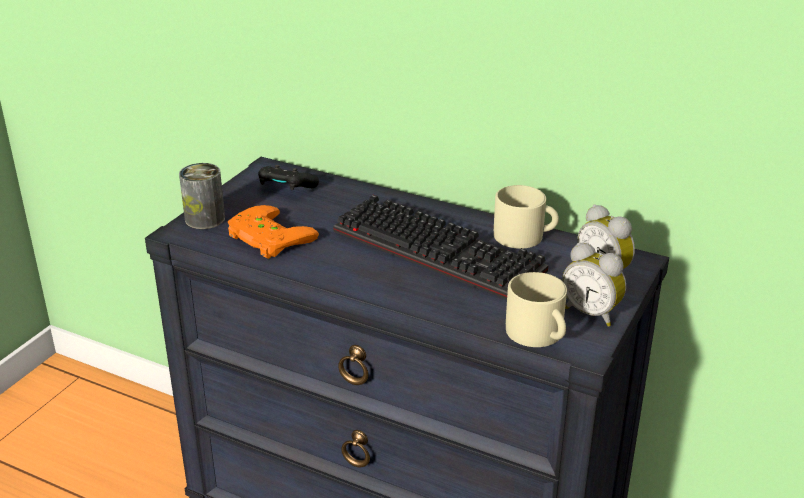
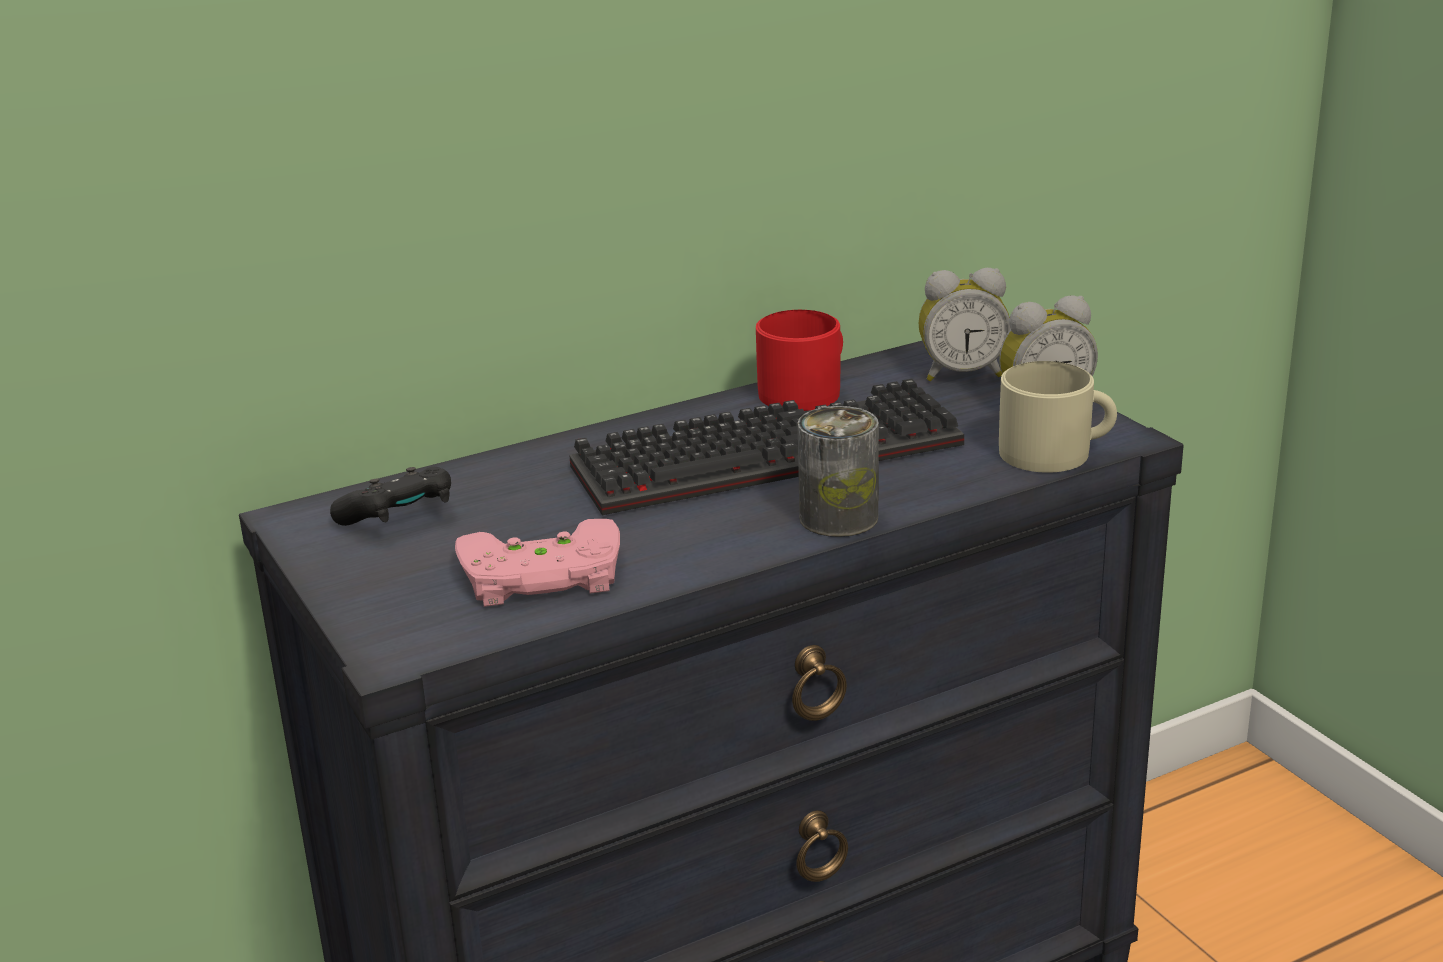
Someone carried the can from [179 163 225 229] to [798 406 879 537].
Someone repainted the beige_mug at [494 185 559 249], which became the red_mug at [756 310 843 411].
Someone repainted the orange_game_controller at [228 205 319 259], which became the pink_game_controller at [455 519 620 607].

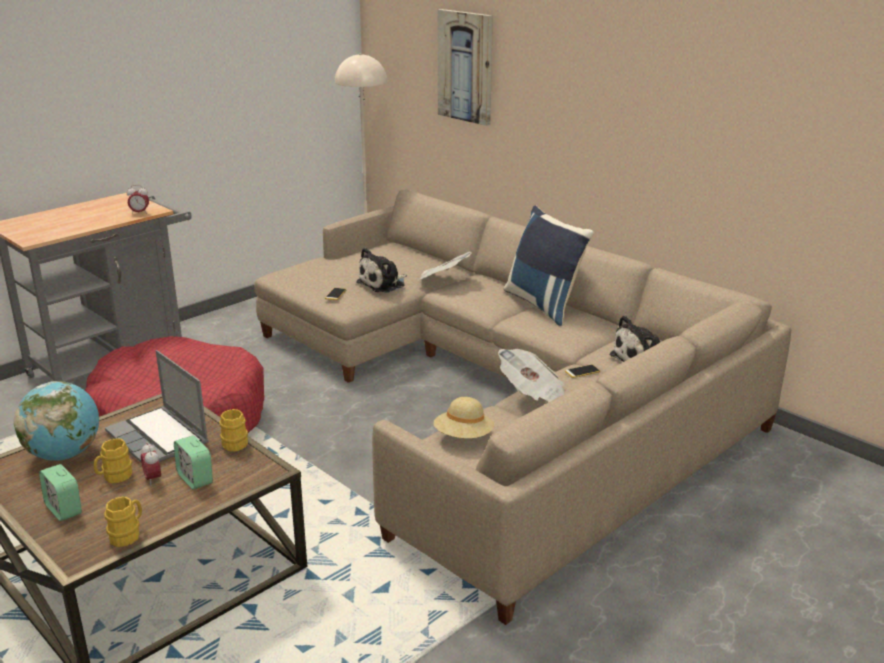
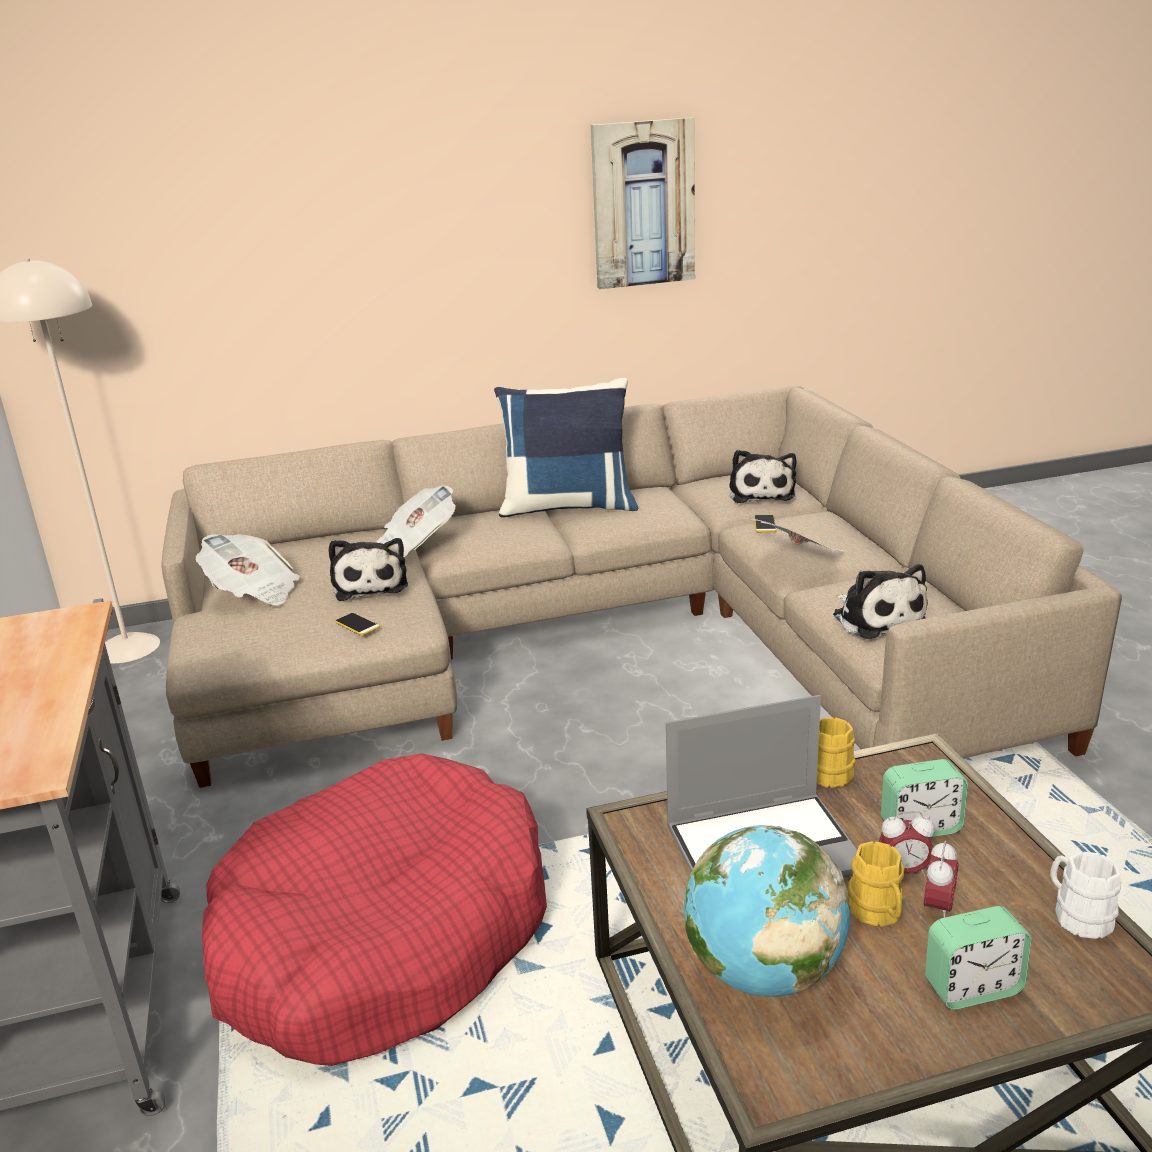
Someone carried the picture from [438 9 493 126] to [591 117 695 289].
Someone carried the alarm_clock from [127 185 149 214] to [924 840 959 918].
Someone swapped the beige_hat at [433 397 494 439] for the plush_toy at [833 564 928 639].
Someone repainted the yellow_mug at [104 497 142 547], which became the white_mug at [1051 852 1121 939].
Someone put down the newspaper at [196 534 300 605].

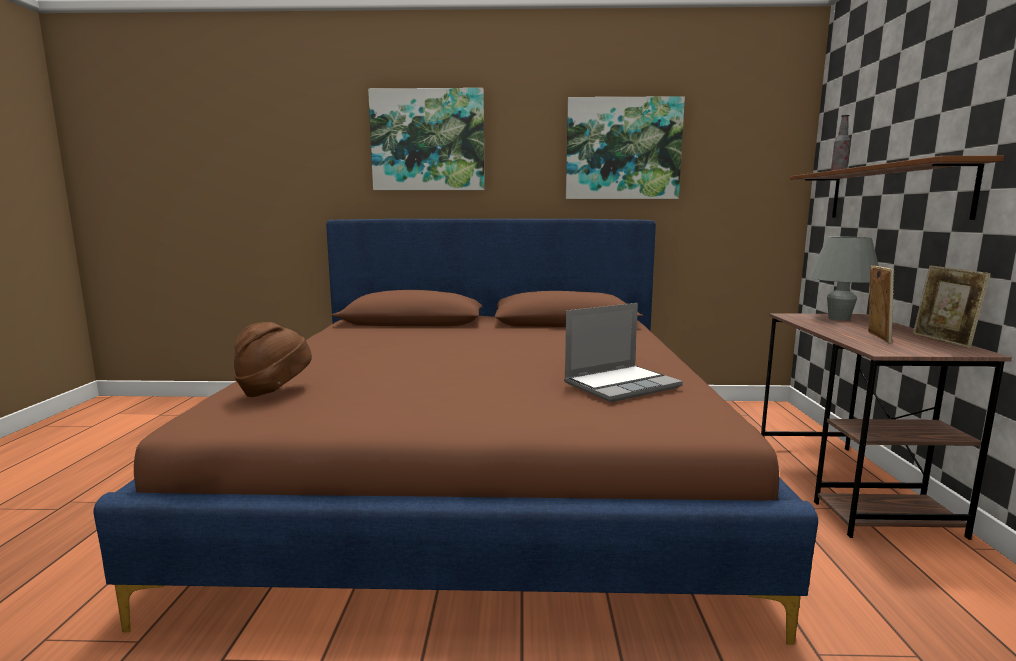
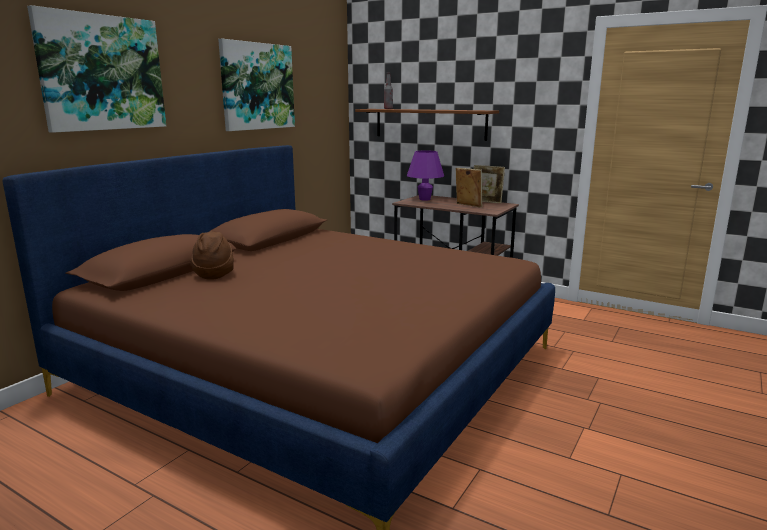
Someone repainted the grey_table_lamp at [808 237 879 321], which became the purple_table_lamp at [407 151 444 201].
Someone took away the laptop at [564 303 683 402].
Someone carried the brown_hat from [234 322 312 397] to [190 231 234 280].

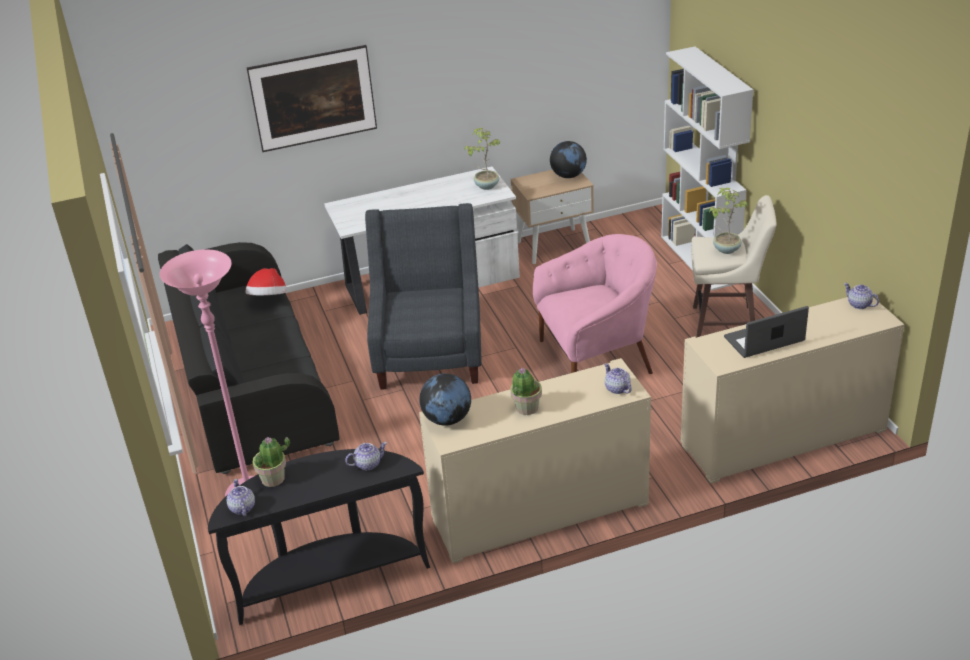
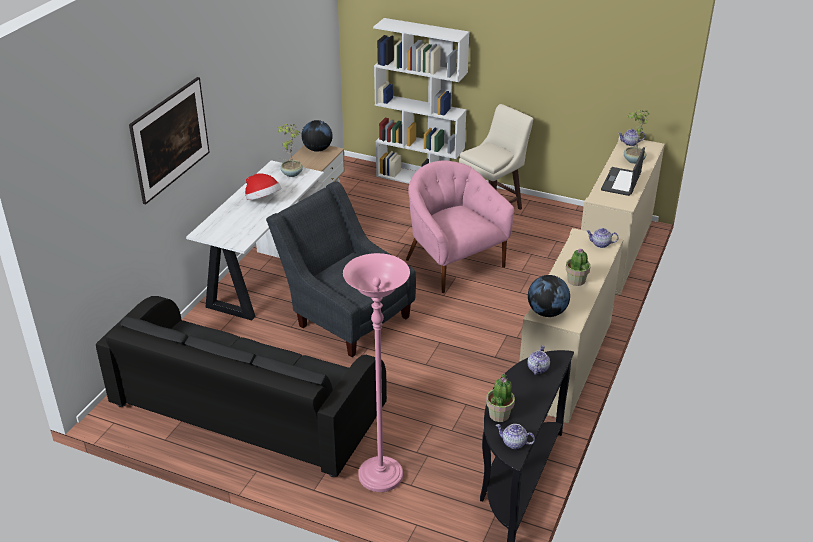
Someone carried the potted_plant from [709 188 748 254] to [624 110 650 164].
Someone rotated the pink_armchair at [533 234 657 374] by 60 degrees counterclockwise.
Someone carried the hat from [246 268 287 295] to [245 173 281 200].

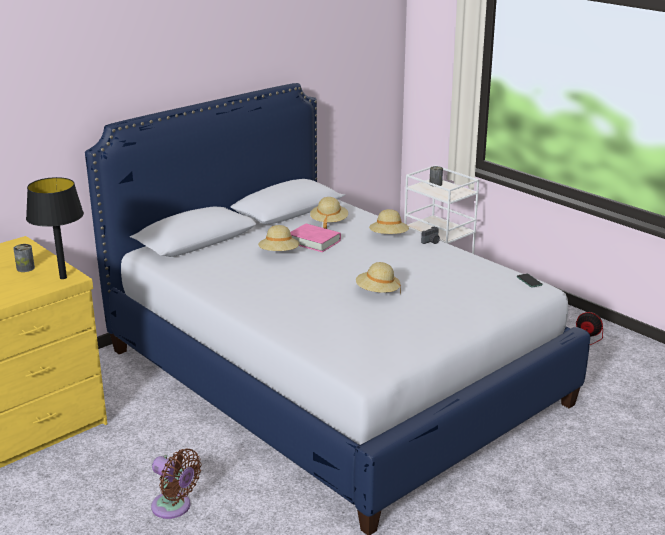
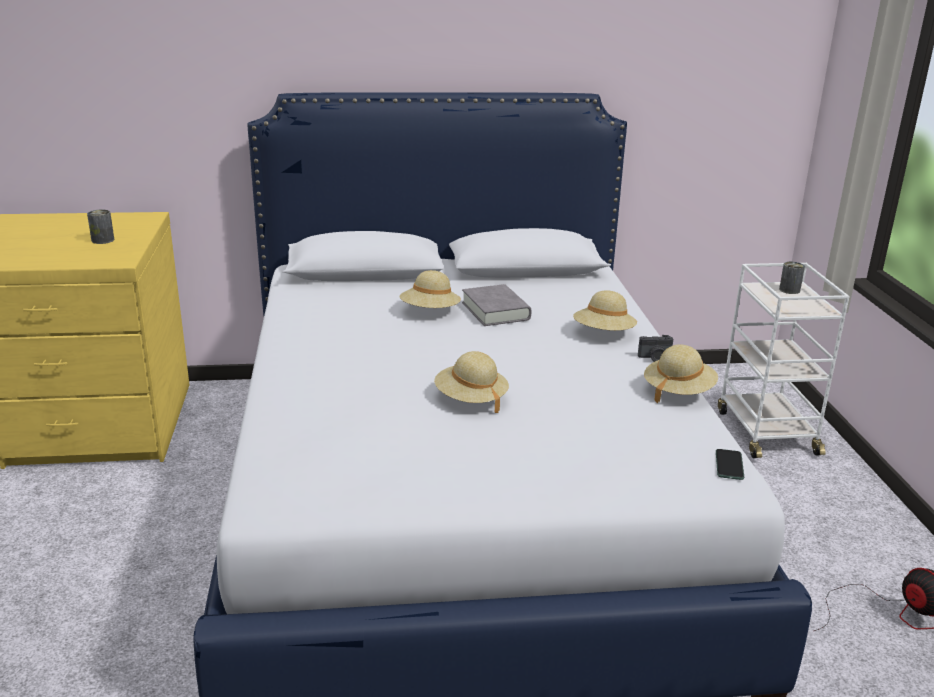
Someone took away the black_table_lamp at [26 177 84 279].
Someone carried the beige_hat from [310 197 348 229] to [644 344 718 403].
Someone repainted the pink_book at [290 224 341 252], which became the grey_book at [462 284 532 326].
Someone took away the brown_fan at [151 448 202 519].

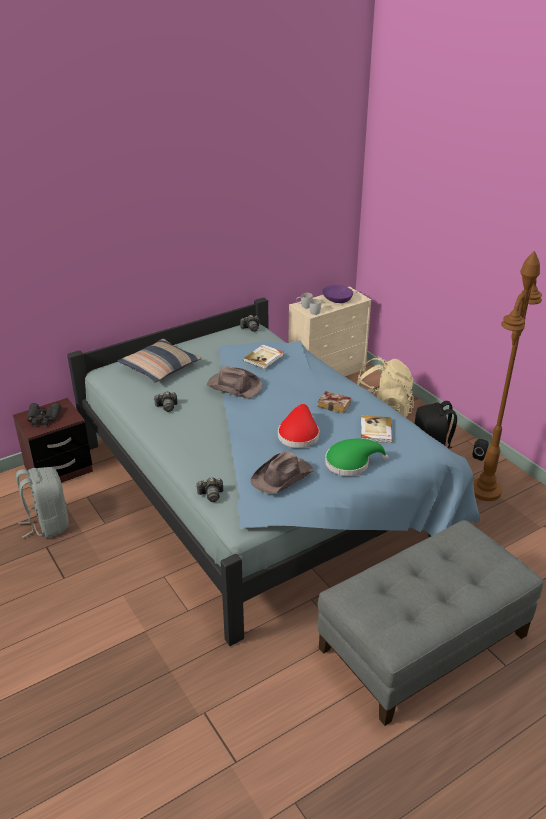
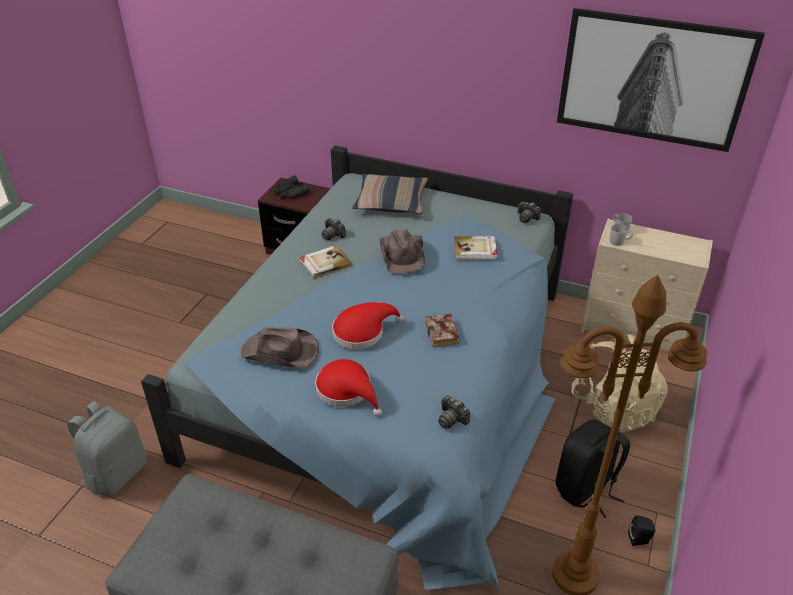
Someone took away the purple_bowl at [322 285 353 303].
Someone carried the book from [361 416 393 443] to [300 245 351 278].
Someone repainted the green_hat at [325 439 388 476], which became the red_hat at [315 359 382 416].
Someone carried the grey_backpack from [16 467 69 538] to [67 401 147 496].
Someone carried the photo_camera from [196 477 223 502] to [438 395 470 429].
Someone put up the picture at [557 8 765 152].

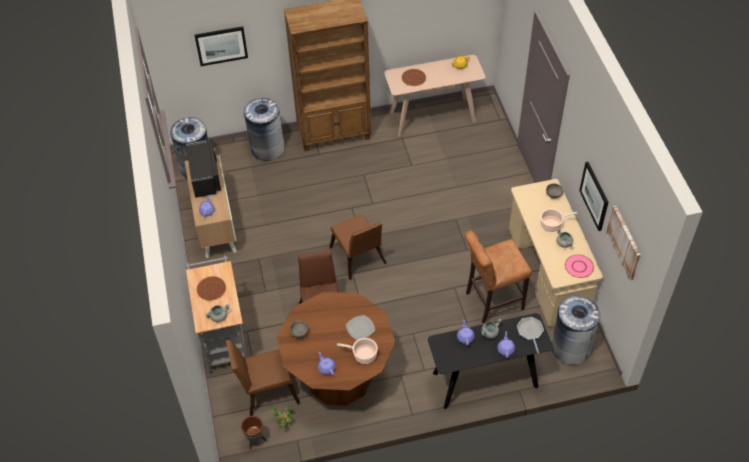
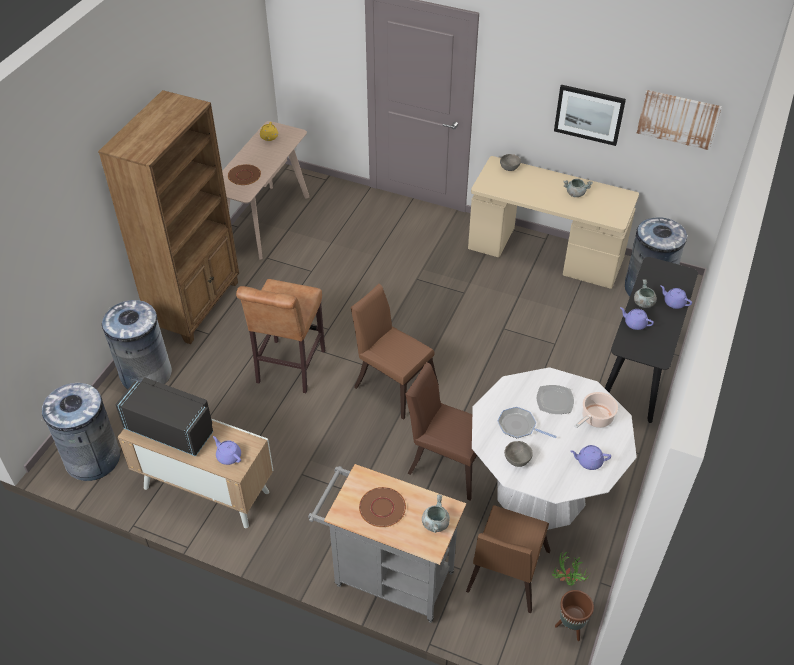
Someone took away the picture at [195 26 248 66].
Someone took away the cooking_pot at [540 209 577 232].
Someone rotated the brown_chair at [329 214 387 280] by 150 degrees counterclockwise.
Someone carried the brown_stool from [465 231 532 323] to [236 279 325 393].
Someone took away the pink_plate at [565 255 594 278].
Someone repainted the brown_dining_table at [277 292 395 406], which became the white_dining_table at [472 367 637 530].
Someone carried the frying_pan from [517 317 544 353] to [498 407 557 438].

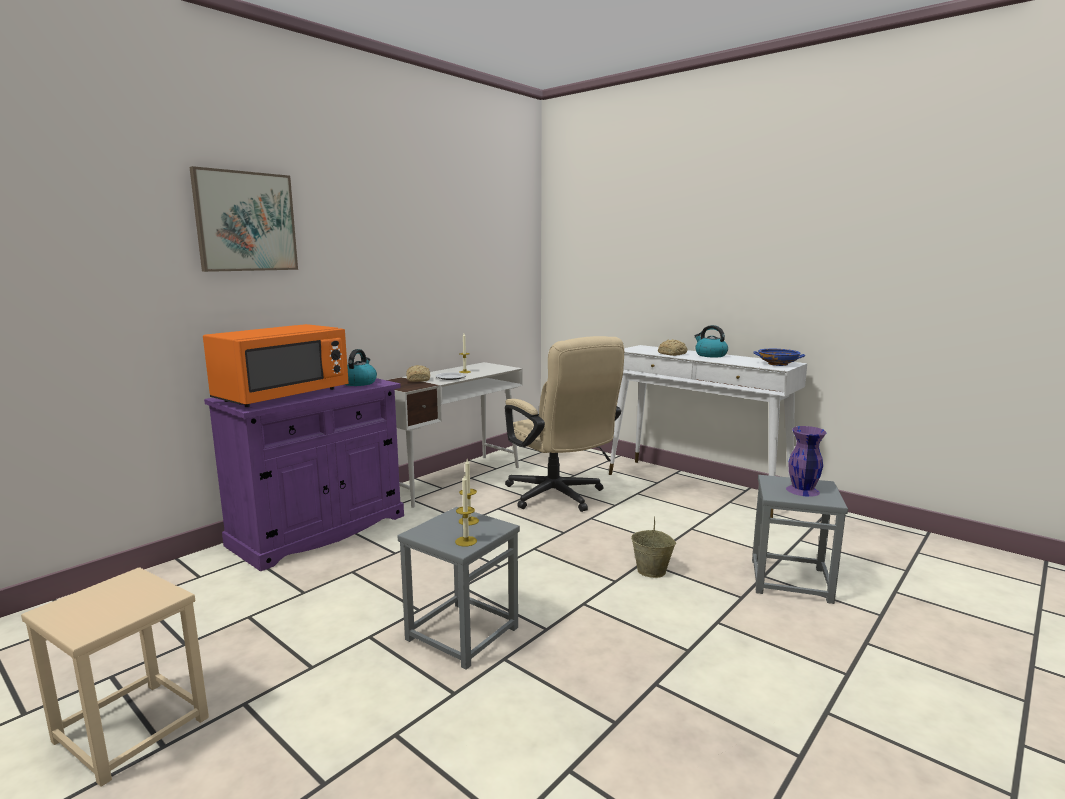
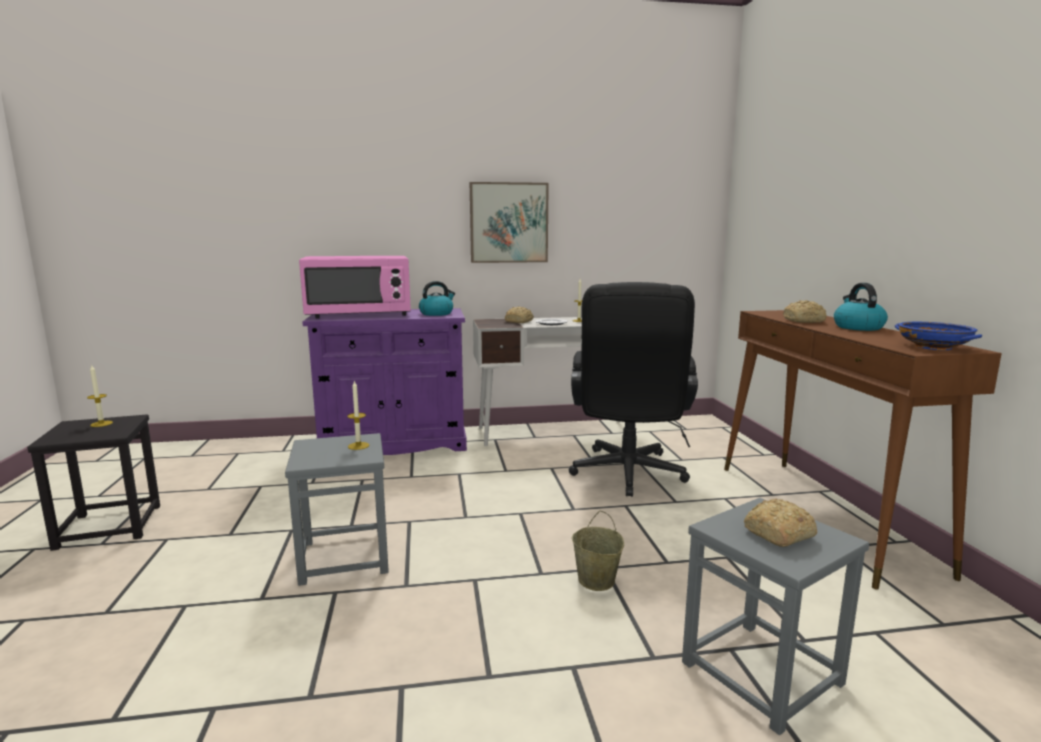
Someone carried the picture from [189 166 298 272] to [470 182 549 263].
Someone repainted the orange_microwave at [203 324 349 407], which became the pink_microwave at [299 256 411 319].
Someone repainted the beige_office_chair at [505 336 624 512], which became the black_office_chair at [569 282 698 497].
Someone repainted the white_console_table at [609 345 807 518], which became the brown_console_table at [724 310 1002 590].
Someone swapped the purple_vase at [786 426 826 497] for the bread at [744 499 817 547].
Someone carried the candle from [455 474 477 547] to [87 364 113 427].
Someone repainted the beige_stool at [21 567 209 787], which became the black_stool at [27 414 160 551].

